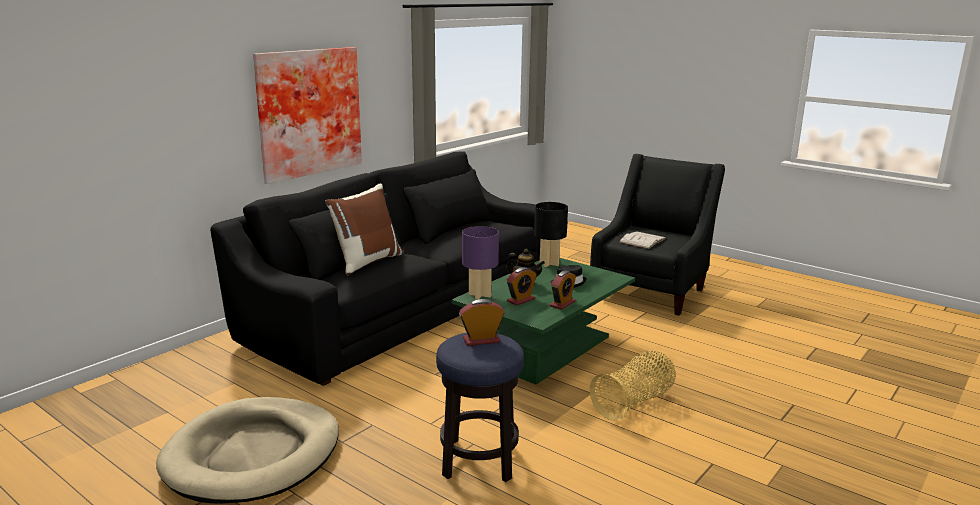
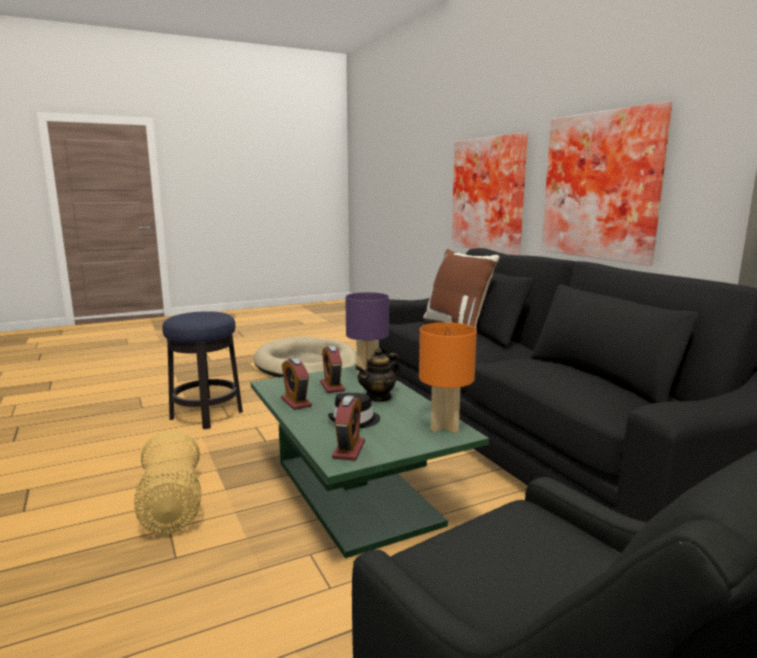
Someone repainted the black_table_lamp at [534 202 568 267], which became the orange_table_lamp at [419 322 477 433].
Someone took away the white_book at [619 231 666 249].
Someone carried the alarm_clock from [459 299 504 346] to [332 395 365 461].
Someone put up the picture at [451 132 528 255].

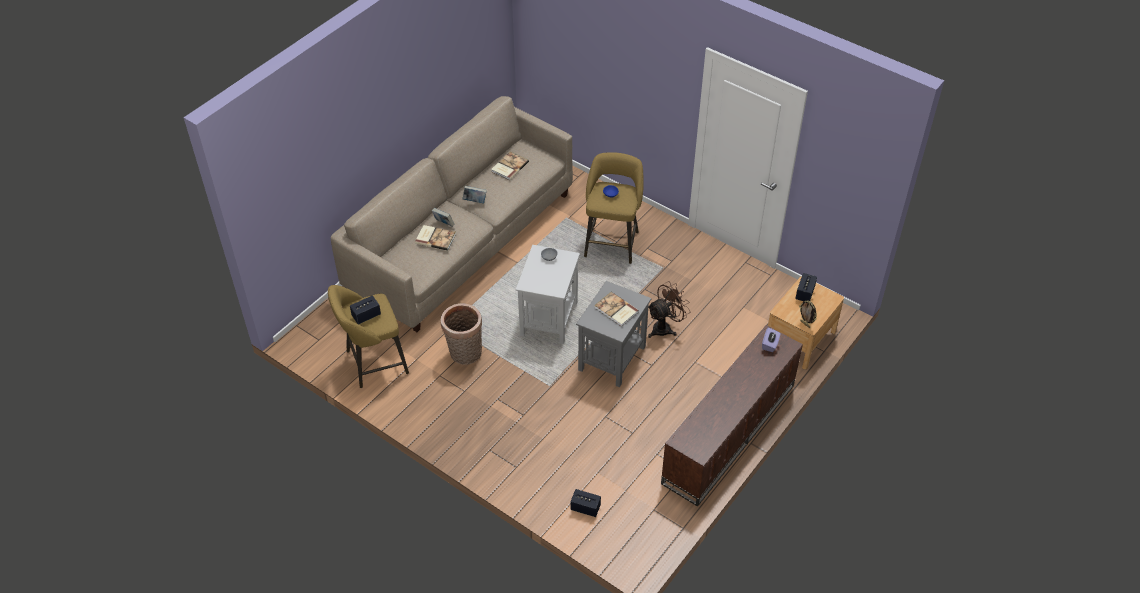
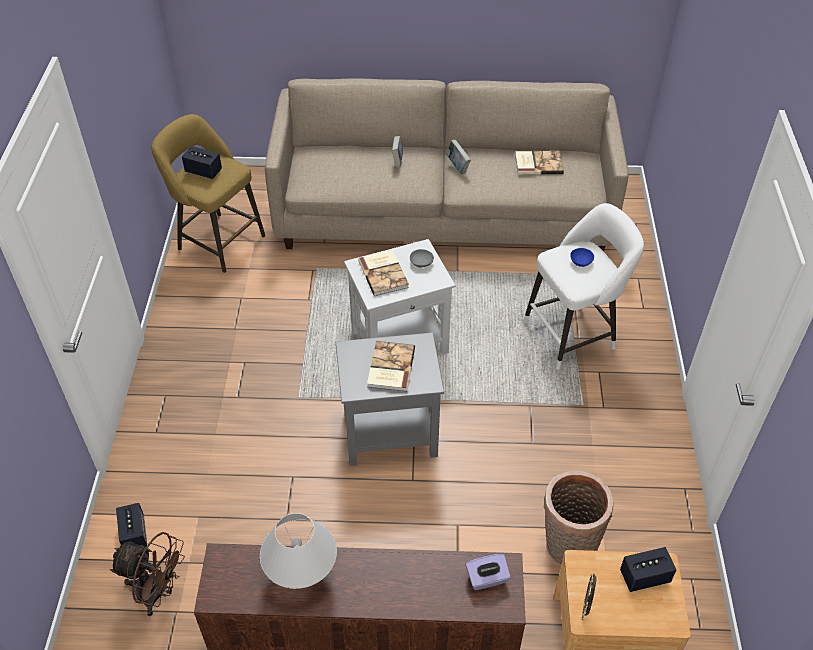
Someone repainted the yellow_stool at [584 152 643 264], which became the white_stool at [523 203 644 370].
Someone carried the book from [415 225 456 251] to [358 250 409 296].
Someone carried the brown_fan from [648 281 691 338] to [110 532 185 616].
Someone carried the basket from [441 303 482 365] to [543 470 614 565].
Someone put down the white_table_lamp at [260 513 337 589].

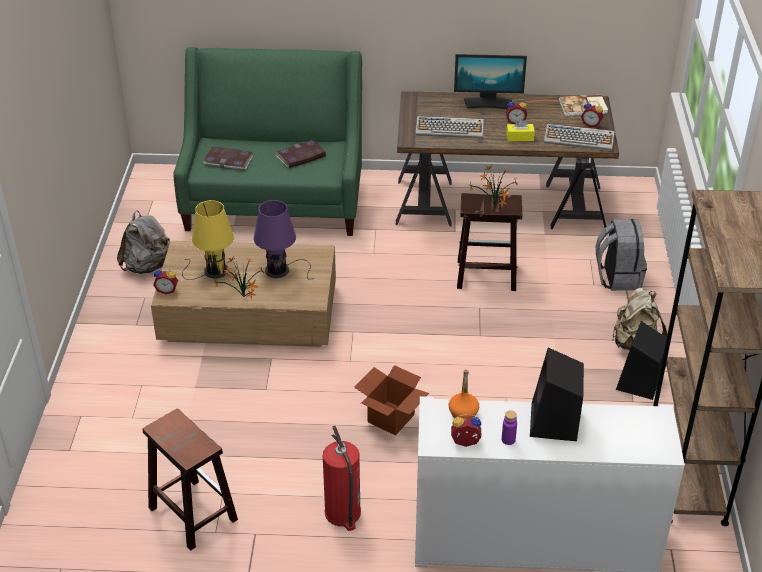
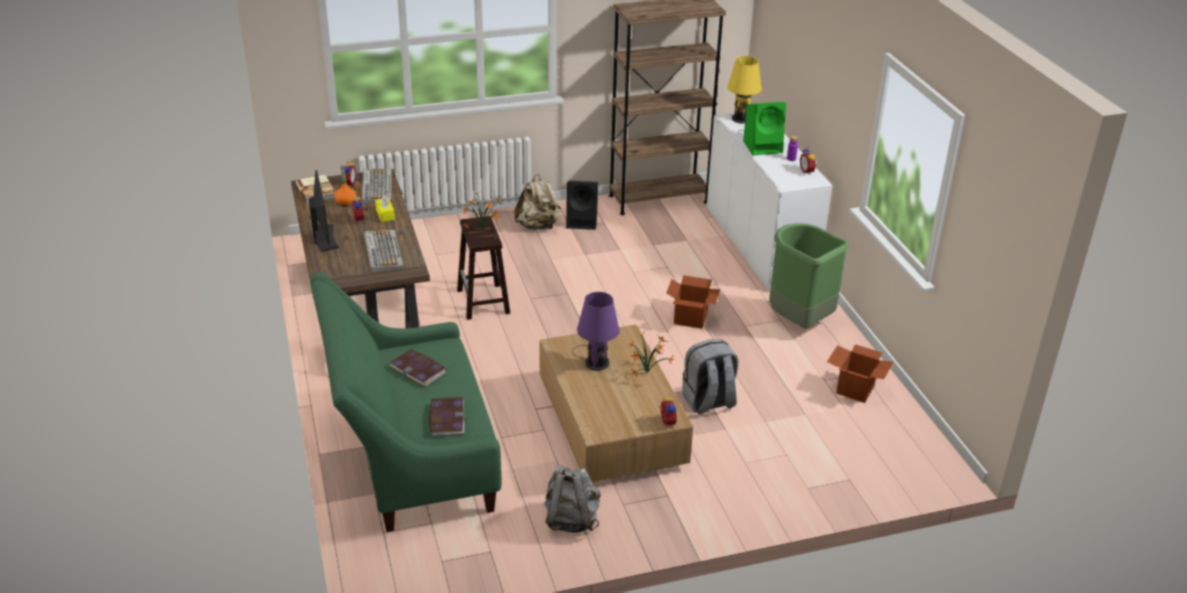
Someone carried the yellow_table_lamp from [182 200 234 280] to [727 56 762 133].
Someone carried the grey_backpack from [596 219 647 291] to [682 339 738 414].
Someone repainted the black_speaker at [530 348 584 441], which became the green_speaker at [743 102 786 155].
Someone carried the orange_bottle from [449 369 479 418] to [334 165 357 206].
Someone swapped the brown_stool at [143 408 238 551] for the cardboard_box at [827 344 894 403].
Someone swapped the fire_extinguisher at [323 426 361 531] for the green_trash_can at [769 223 849 329].

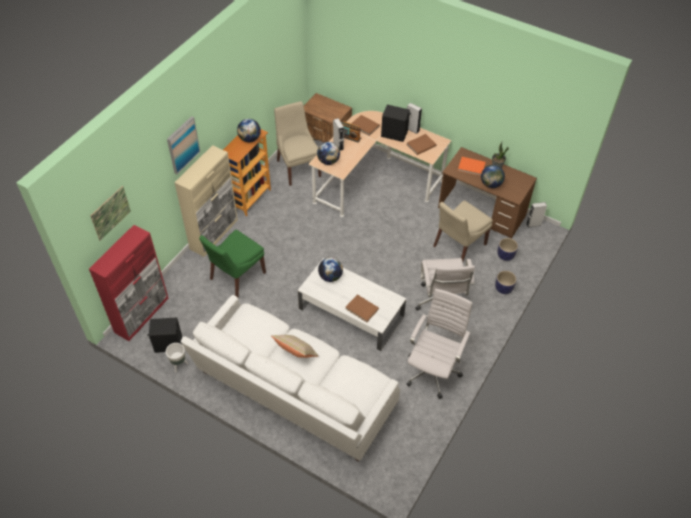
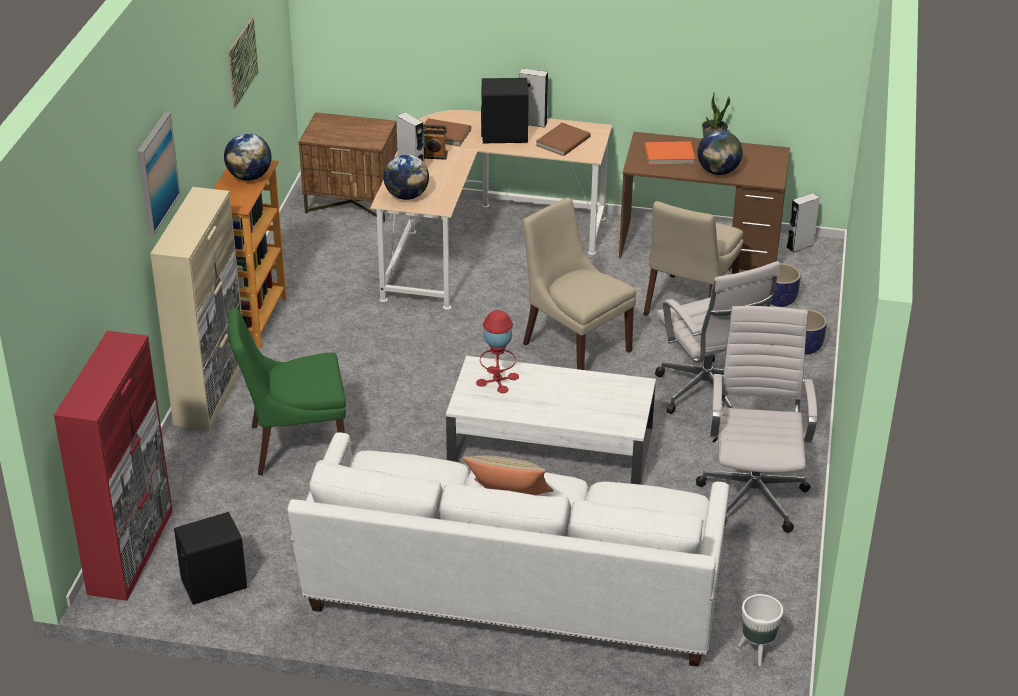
Someone carried the beige_chair from [274 101 321 186] to [523 198 636 370].
Someone carried the picture from [91 186 131 240] to [228 17 258 109].
Someone rotated the green_chair at [199 230 266 297] by 60 degrees clockwise.
Someone swapped the globe at [318 257 343 282] for the red_table_lamp at [476 310 519 393].
Someone took away the brown_book at [346 294 379 322].
Someone carried the white_planter from [166 343 189 373] to [738 594 783 666].

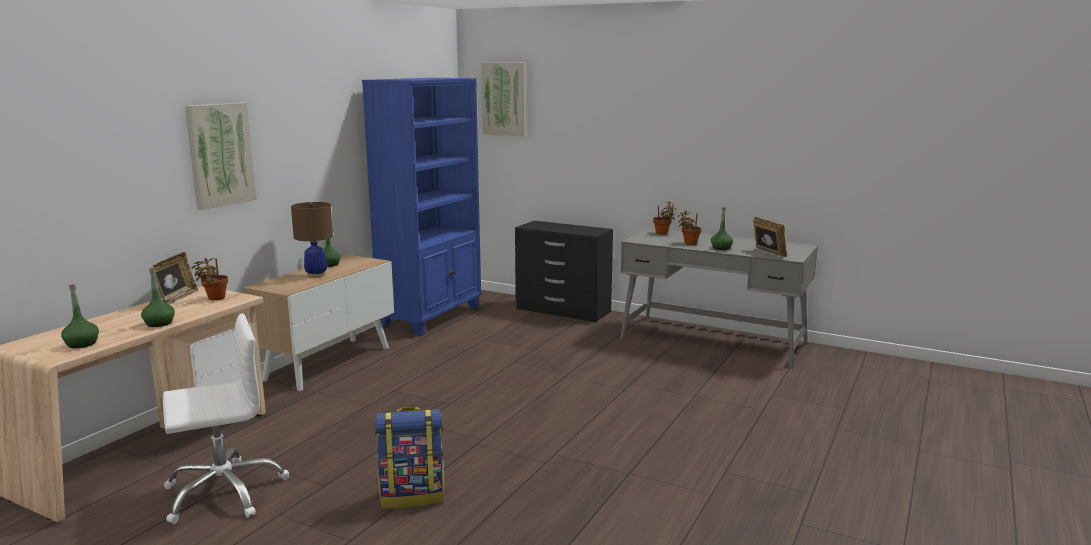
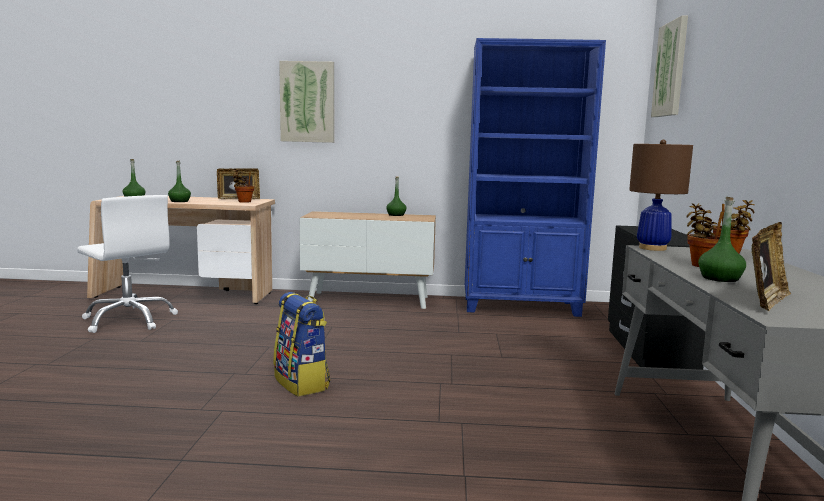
Someone carried the brown_table_lamp from [291 202 333 278] to [629 140 693 251].
Someone carried the backpack from [374 407 444 508] to [274 292 330 397].

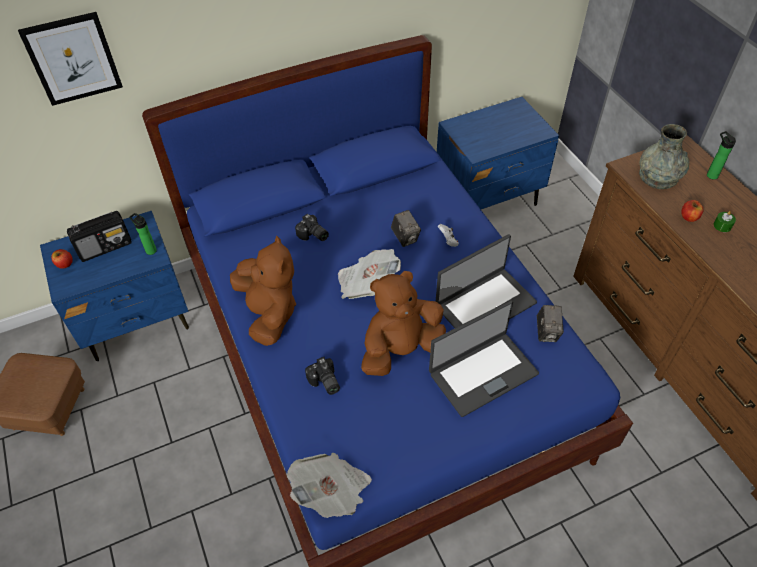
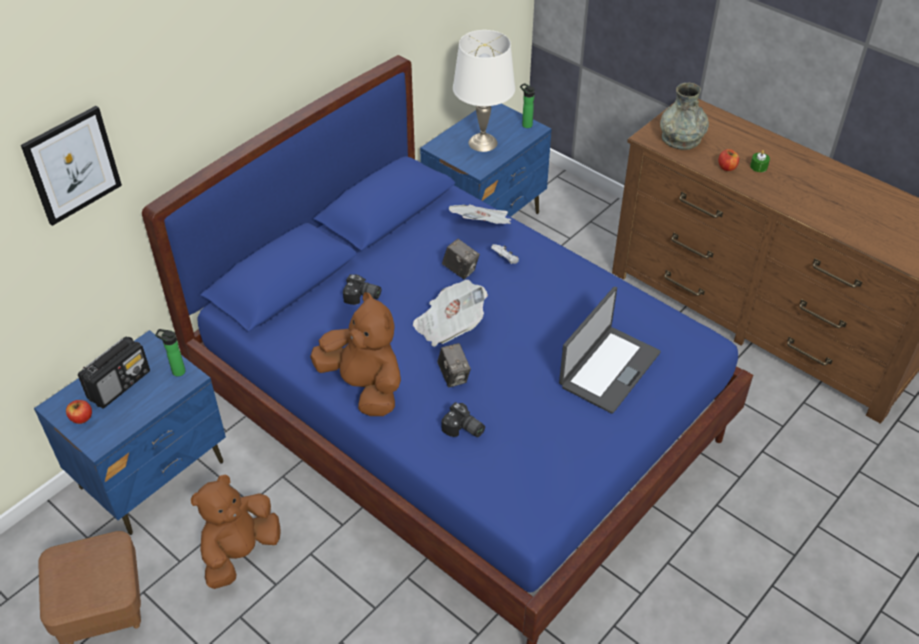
Someone carried the bottle from [707 131 736 180] to [520 83 535 128].
Someone took away the laptop at [436 234 537 328].
Someone carried the brown_plush_toy from [361 271 446 376] to [191 475 281 589].
Someone carried the photo_camera from [537 305 564 342] to [437 343 471 387].
Someone carried the newspaper from [287 453 372 518] to [449 204 511 224].
Someone put down the white_table_lamp at [453 30 515 152].

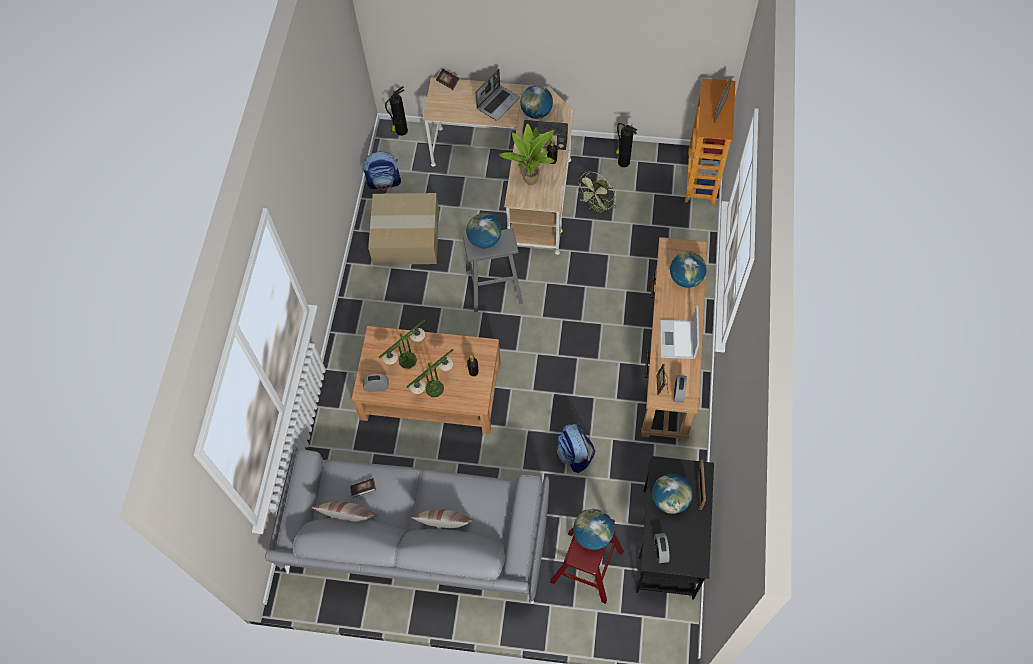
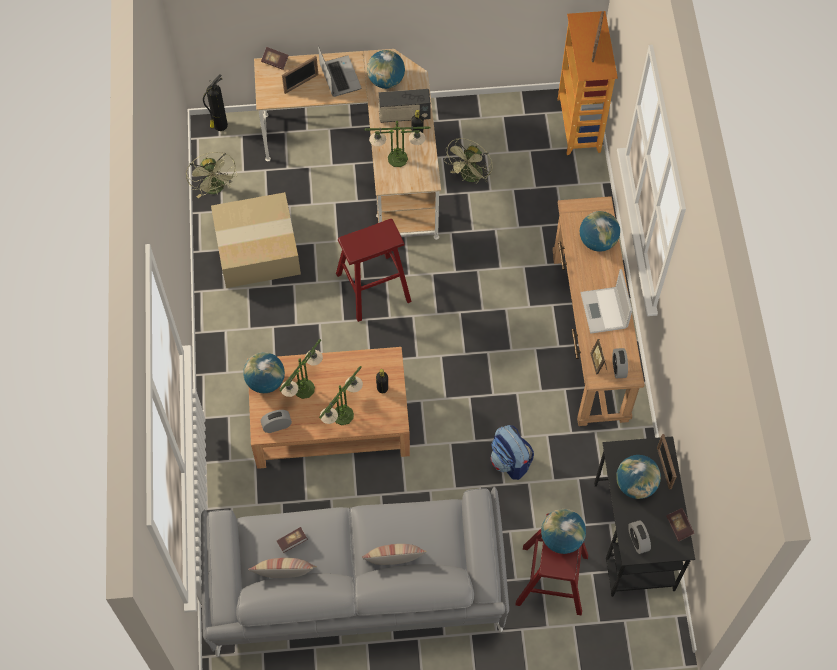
Someone rotated the laptop at [475 69 520 121] by 45 degrees counterclockwise.
Someone swapped the potted_plant at [499 123 555 185] for the table_lamp at [364 121 430 167].
Someone took away the fire_extinguisher at [616 123 637 167].
Someone swapped the backpack at [363 152 401 190] for the green_fan at [186 152 237 198].
Someone carried the globe from [466 213 501 249] to [243 352 285 393].
Someone repainted the grey_stool at [463 228 523 312], which became the red_stool at [336 219 412 322].
Someone put down the picture_frame at [282 56 318 94].
Someone put down the book at [666 508 695 541].

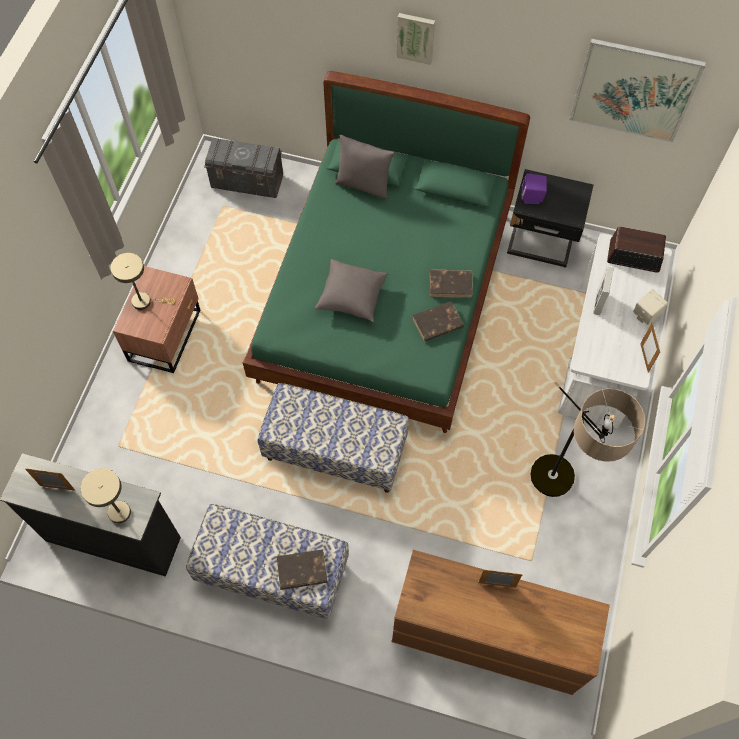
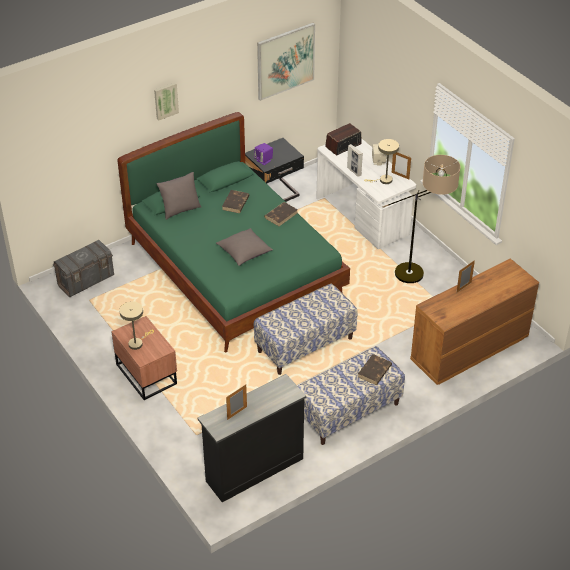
Someone carried the brown_book from [412 301 464 342] to [222 190 249 213].
Someone carried the beige_table_lamp from [81 468 131 523] to [364 139 399 184].

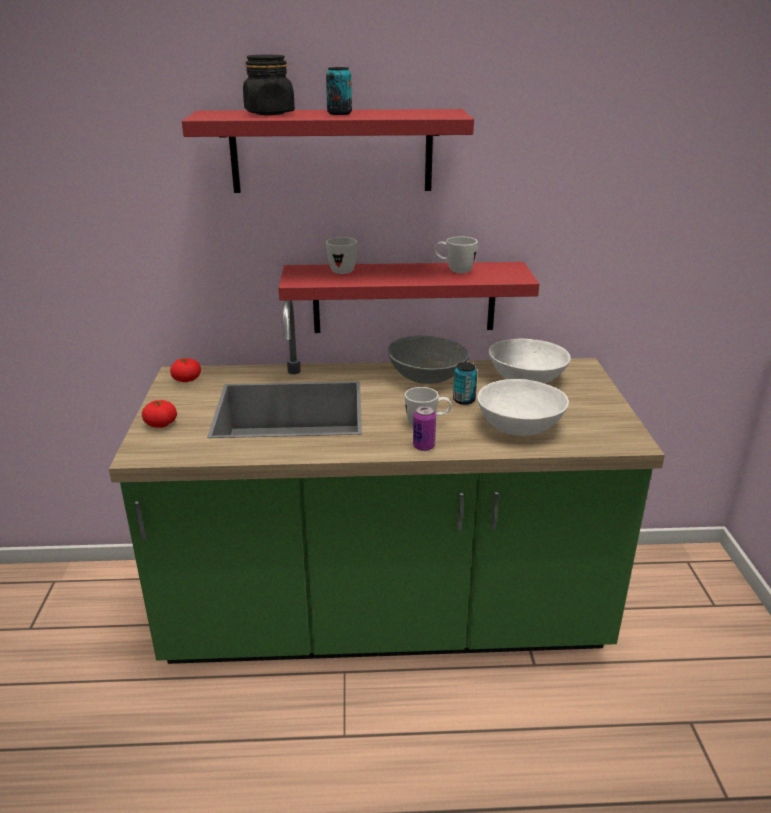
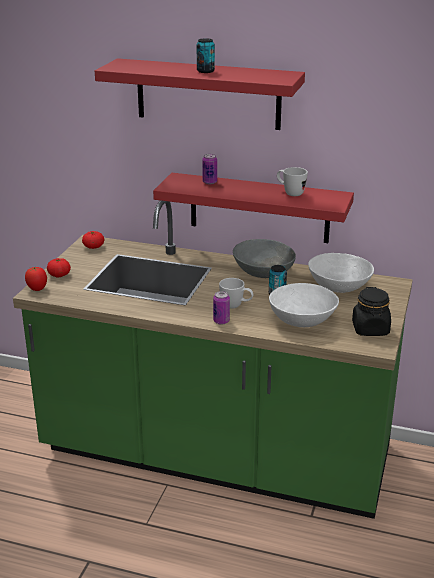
Someone carried the black_jar from [243 55 295 115] to [352 287 391 336].
Someone swapped the white_mug at [326 237 357 274] for the can at [202 154 217 184].
Someone put down the tomato at [25 267 47 291].

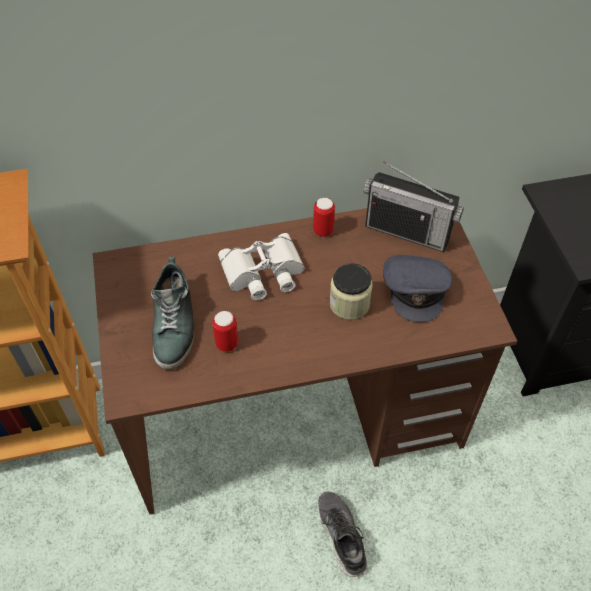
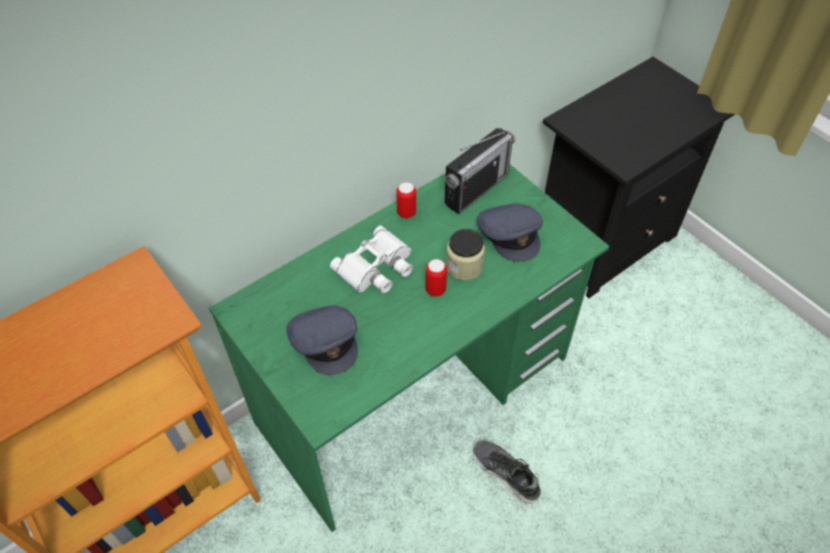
Someone rotated the radio at [363 161 464 252] by 45 degrees counterclockwise.
Someone repainted the brown_desk at [93 208 517 514], which became the green_desk at [209 164 609 532].
Someone swapped the shoe at [151 256 194 370] for the grey_cap at [286 305 358 375].
Someone carried the can from [212 311 239 352] to [425 259 447 297].

